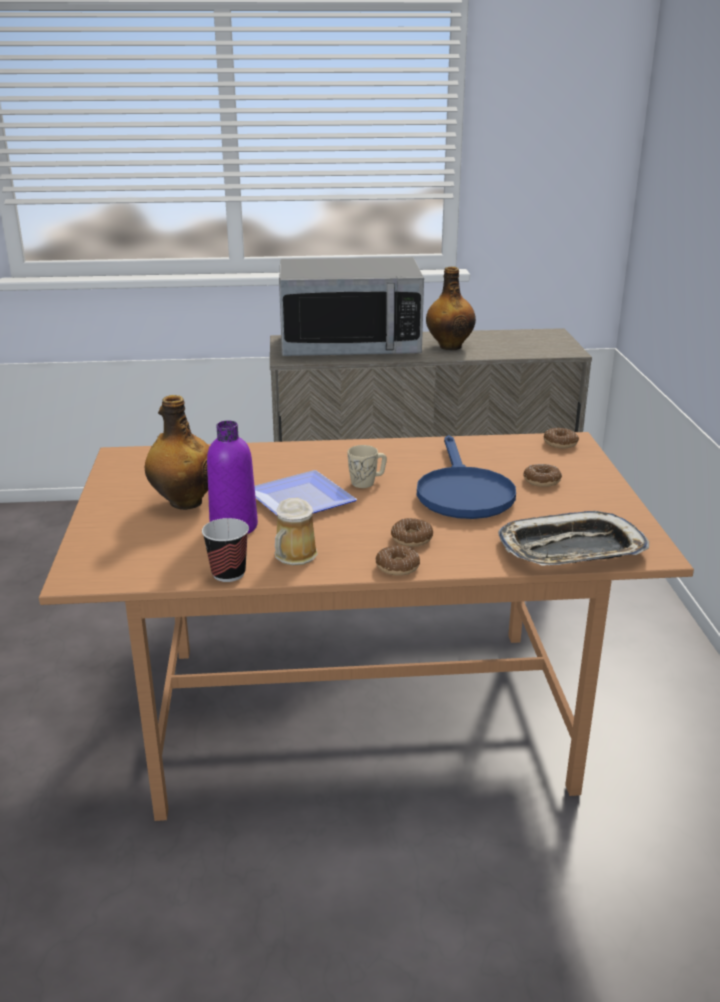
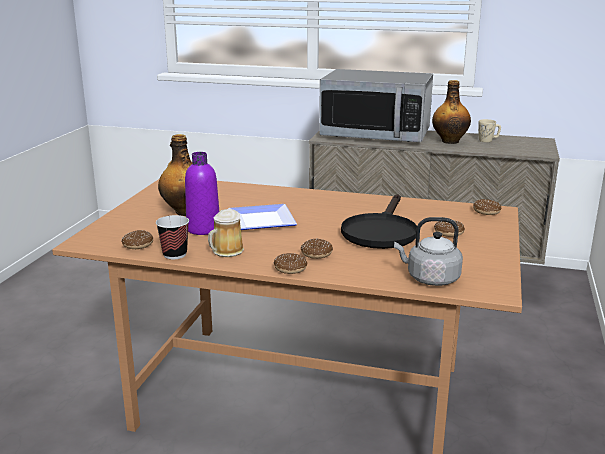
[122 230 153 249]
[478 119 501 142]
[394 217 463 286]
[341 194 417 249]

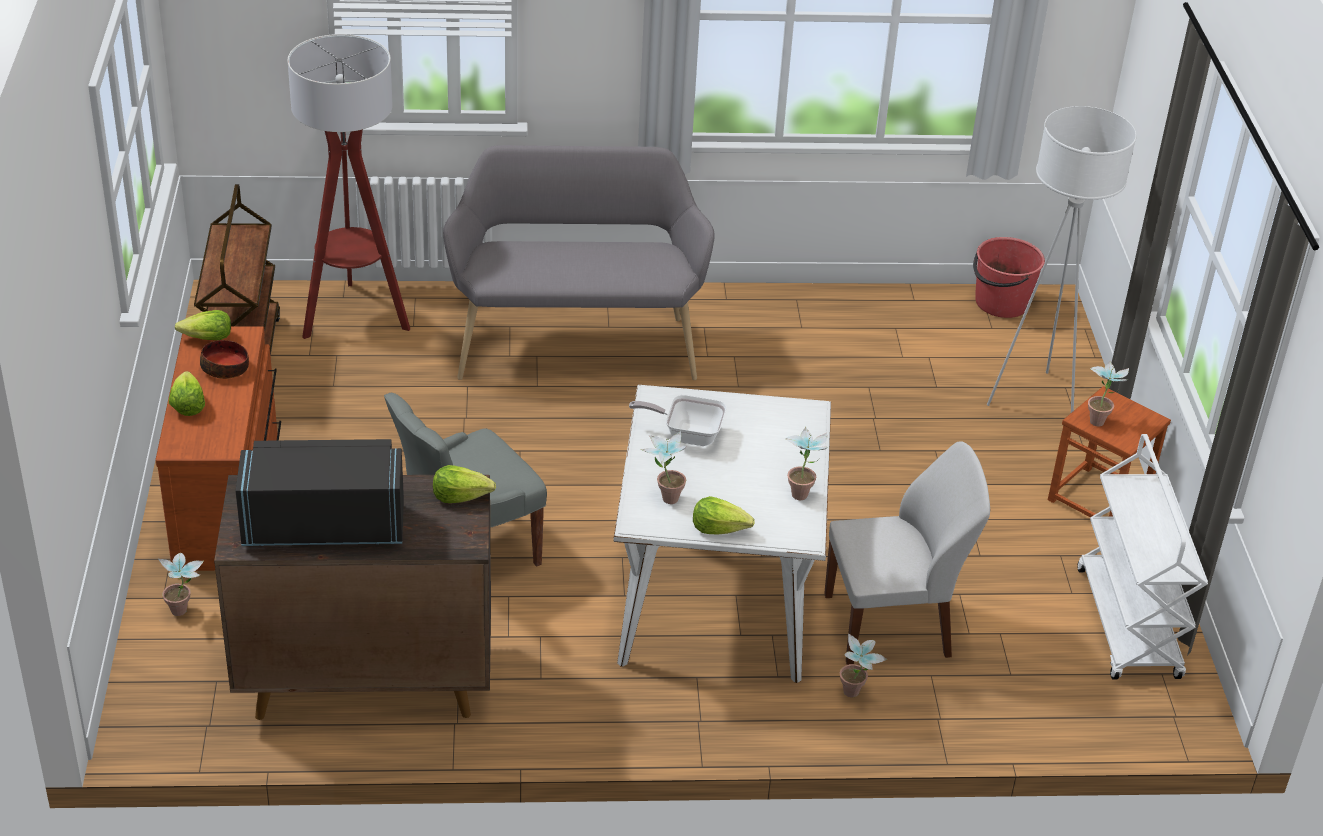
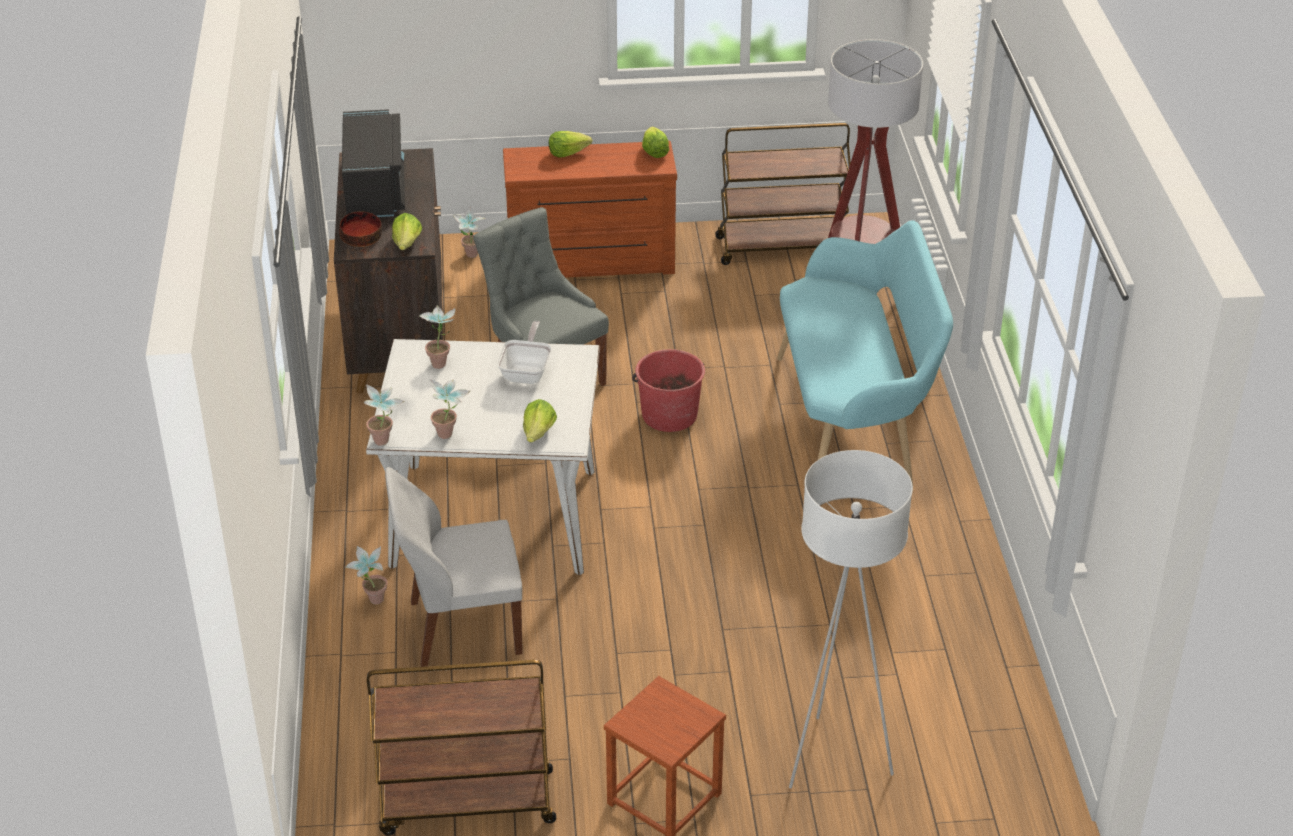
[339 211 382 247]
[523 399 557 442]
[632 349 705 432]
[364 384 404 446]
[777 220 953 485]
[367 660 556 835]
[385 467 522 667]

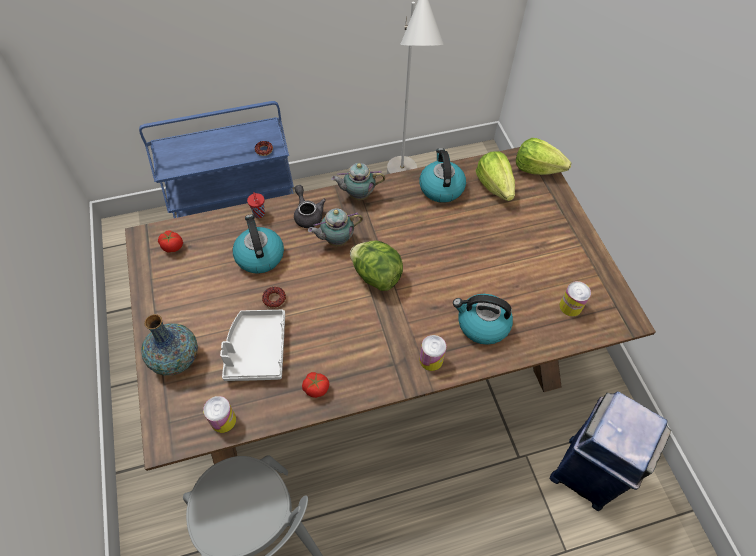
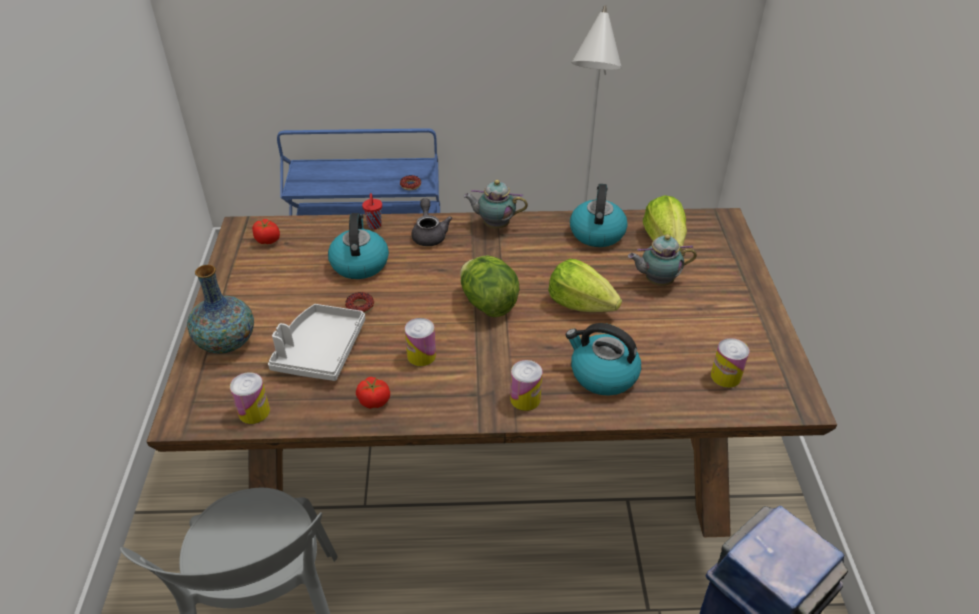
[405 318 436 366]
[628 234 697 286]
[548 259 622 312]

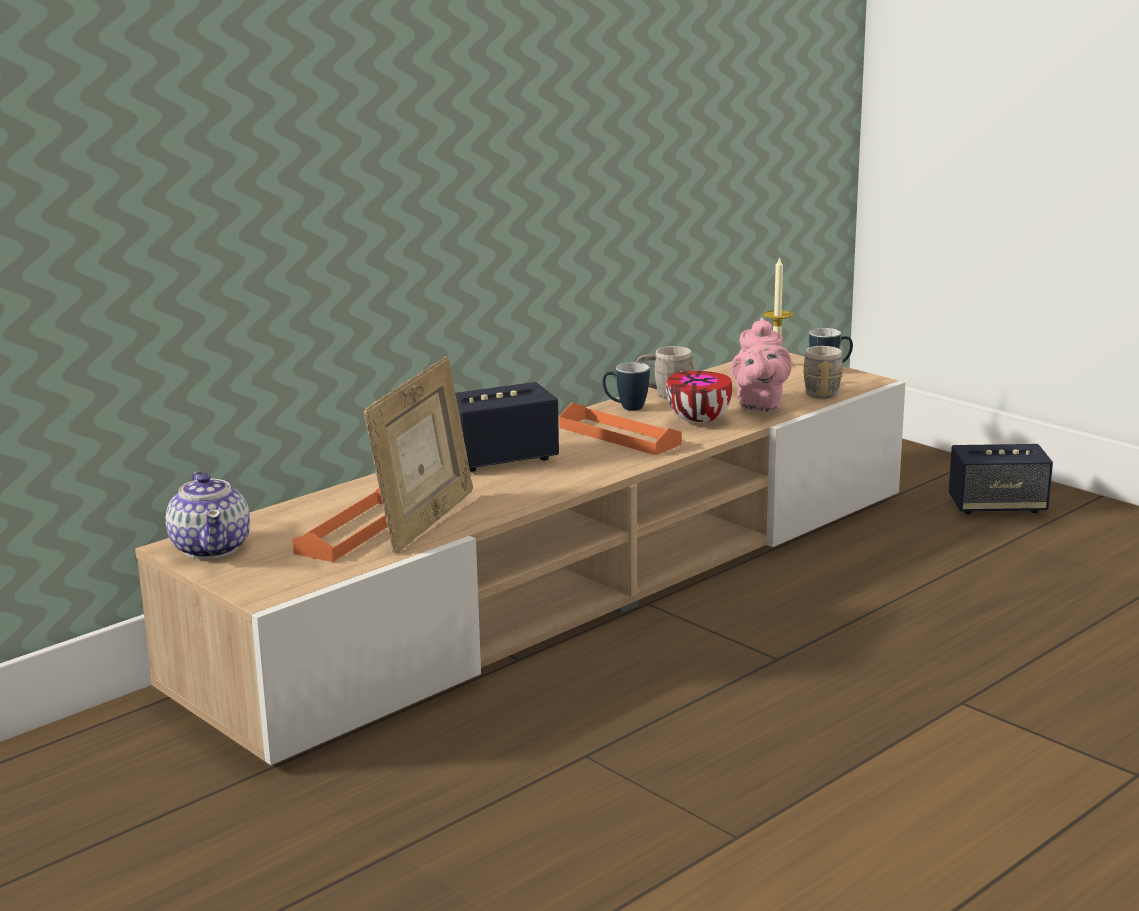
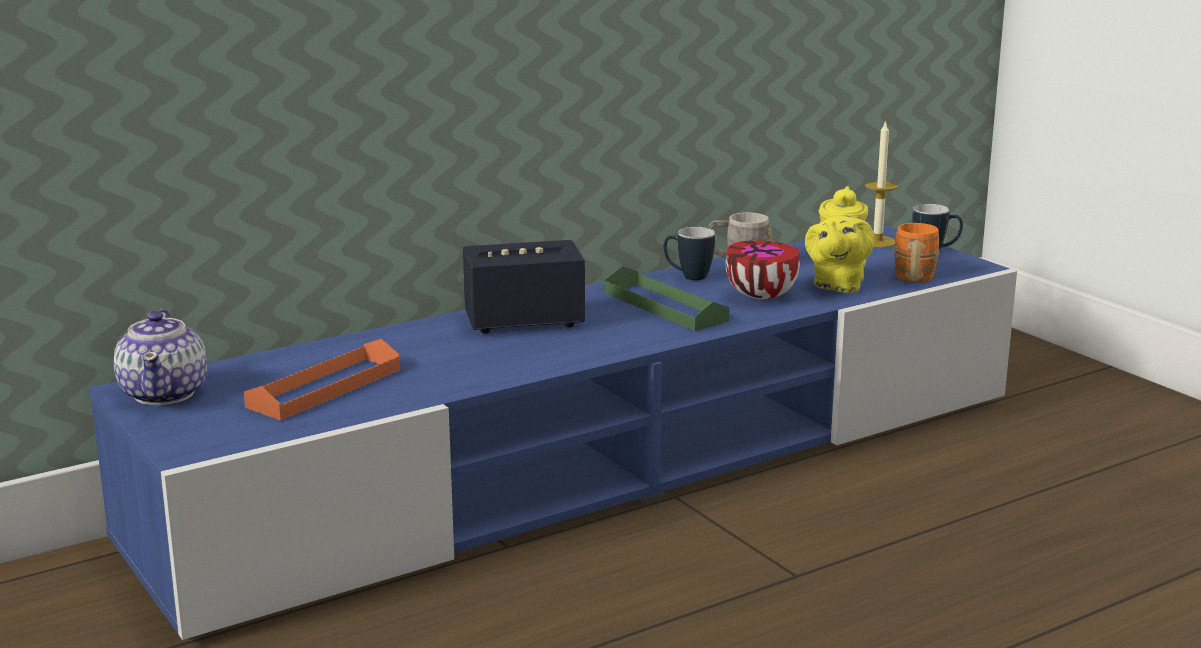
[364 356 473 553] (first image)
[949 444 1053 514] (first image)
[89 225 1017 640]
[605 266 730 331]
[805 186 874 293]
[893 223 939 283]

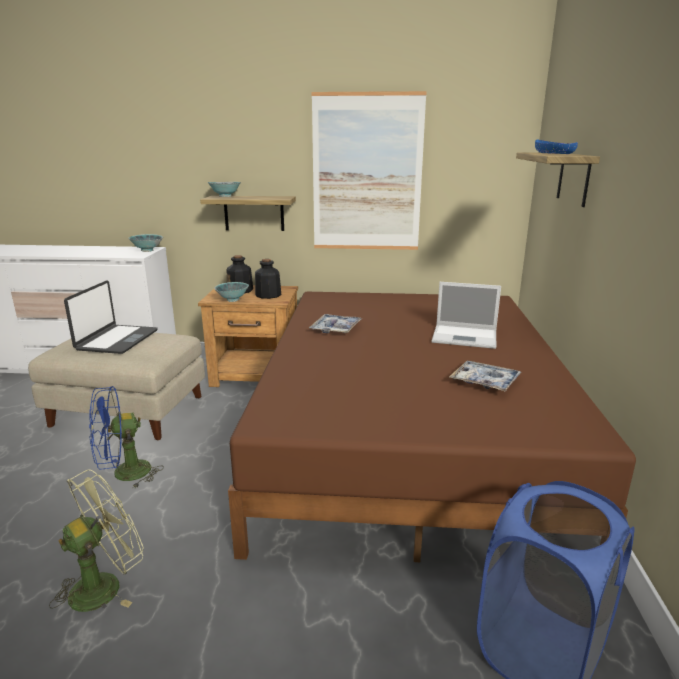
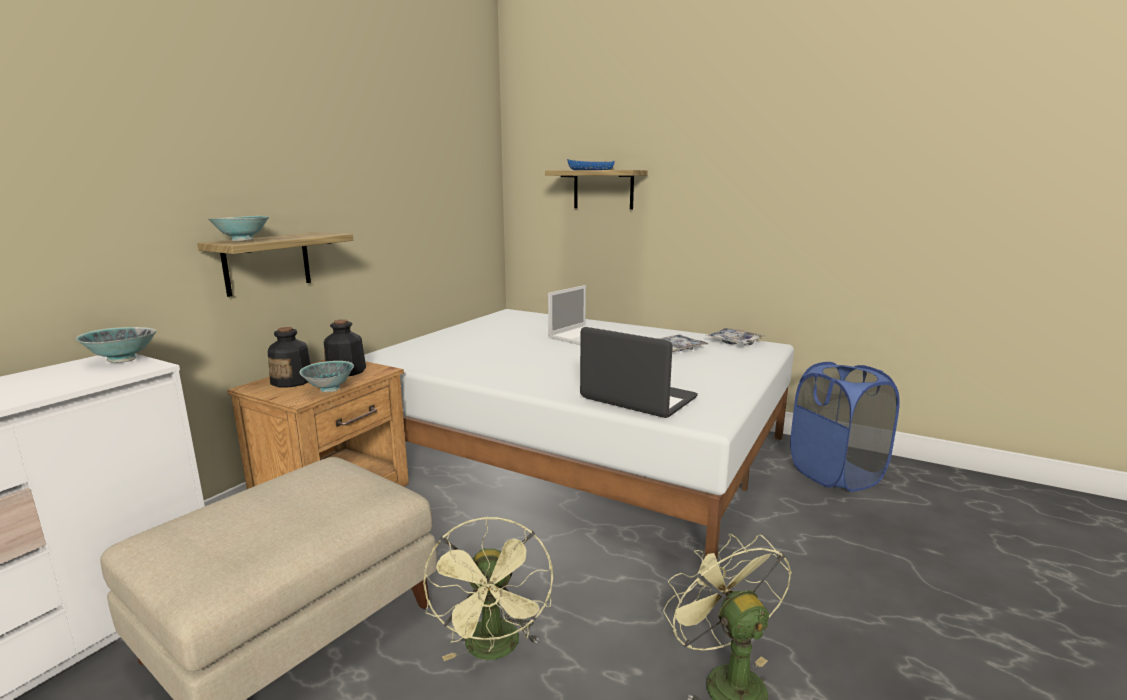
[312 91 427 250] (first image)
[580 327 698 418]
[706 328 765 345]
[423 516 553 661]
[364 309 794 559]

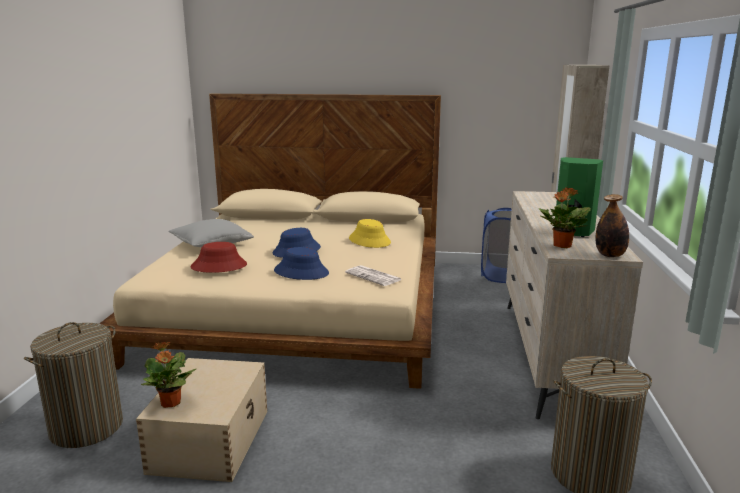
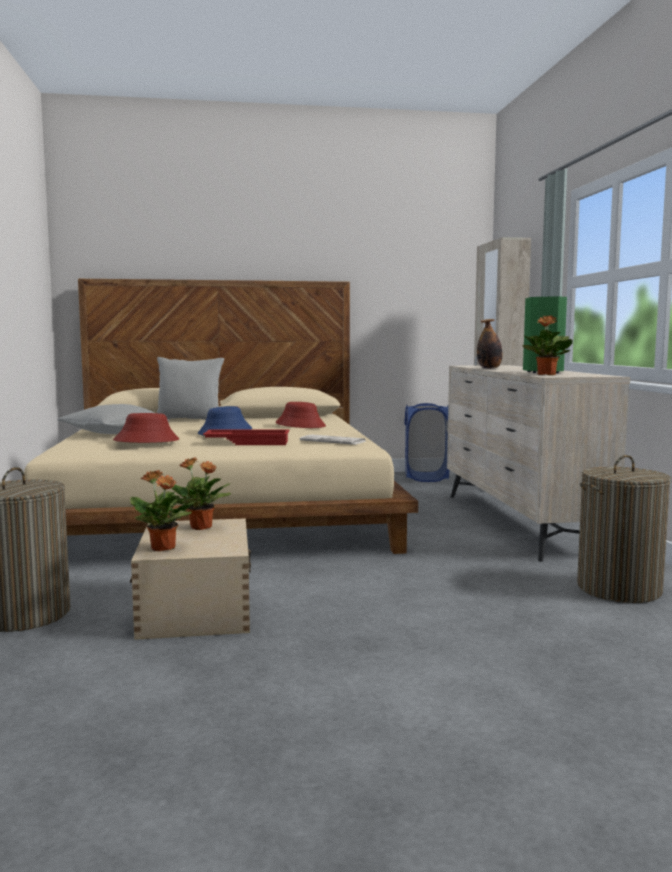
[157 357 224 420]
[172 457 231 530]
[477 319 502 369]
[203 430 289 445]
[276 402 326 428]

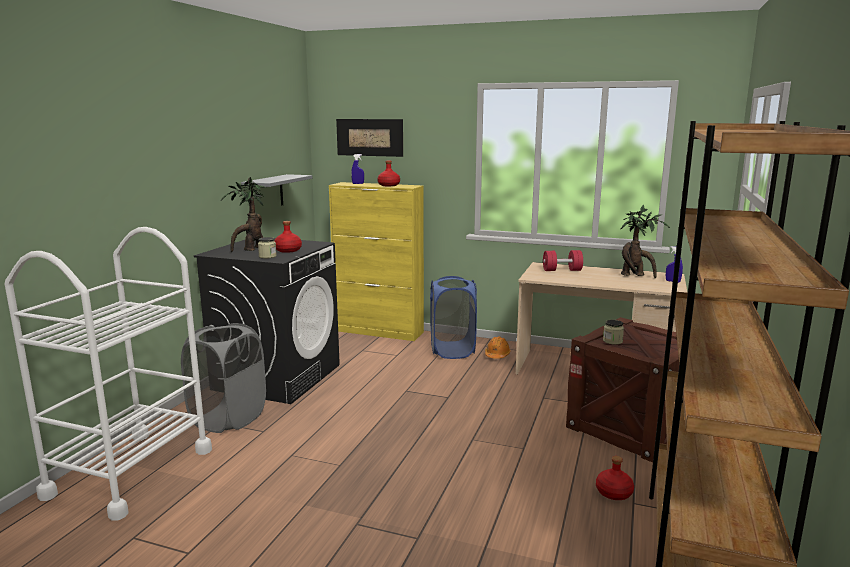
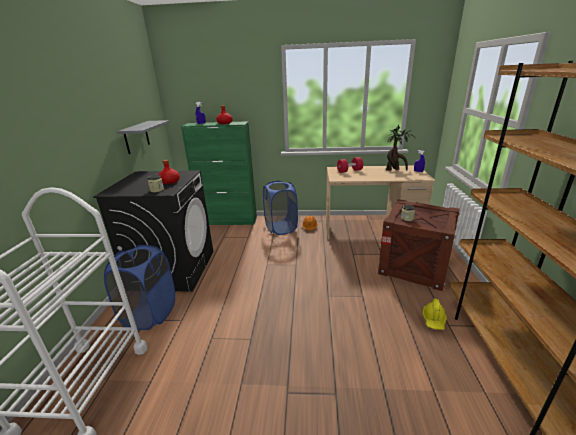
[221 177 266 252] (first image)
[336 119 403 157] (first image)
[422 298 447 330]
[104 245 175 330]
[181 121 257 225]

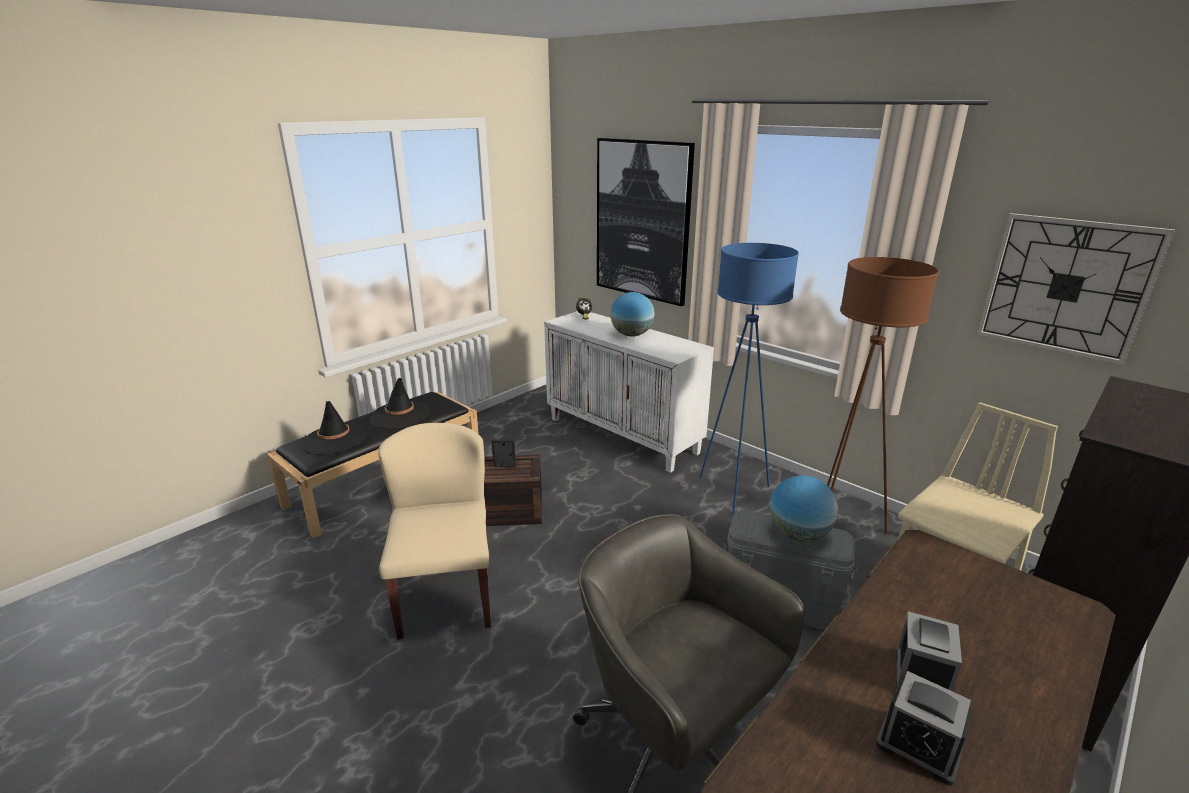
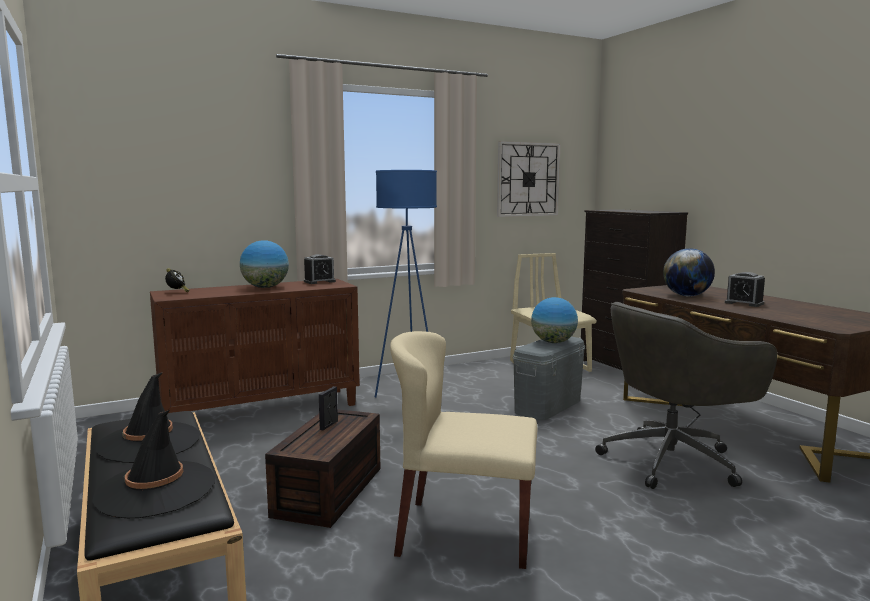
[597 138 695 306] (first image)
[827 257 939 534] (first image)
[663 248 715 296]
[304 254 336 284]
[150 279 360 413]

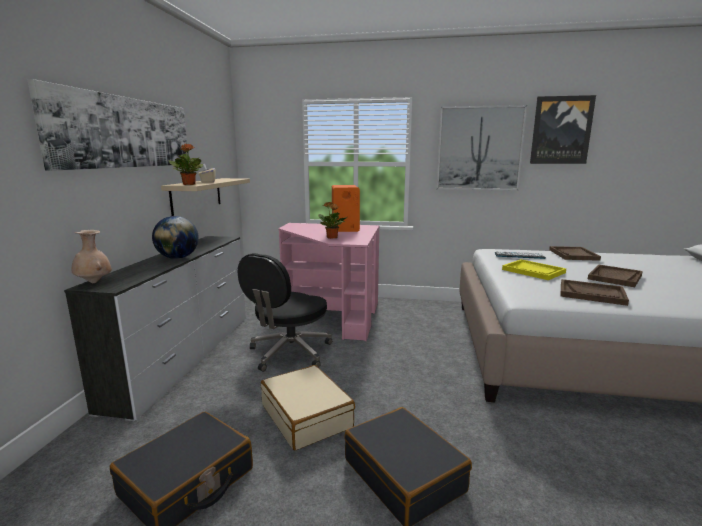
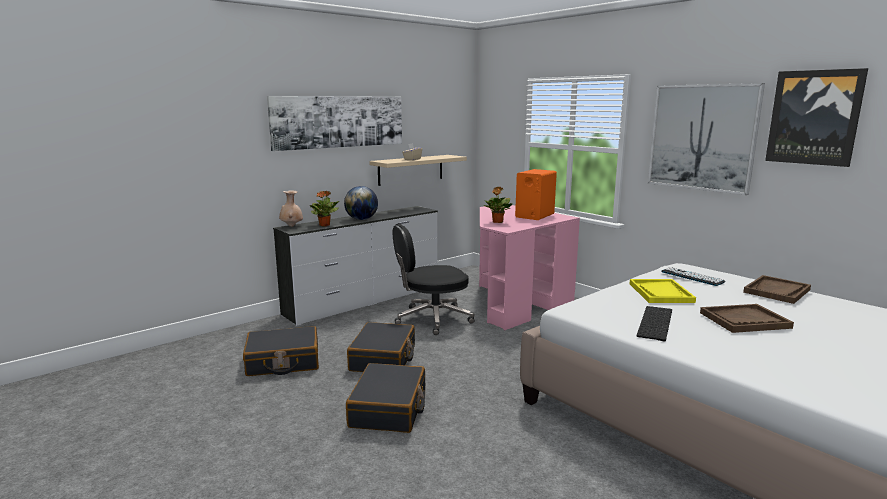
[309 191 339 227]
[636 306 672 341]
[347 322 415 372]

